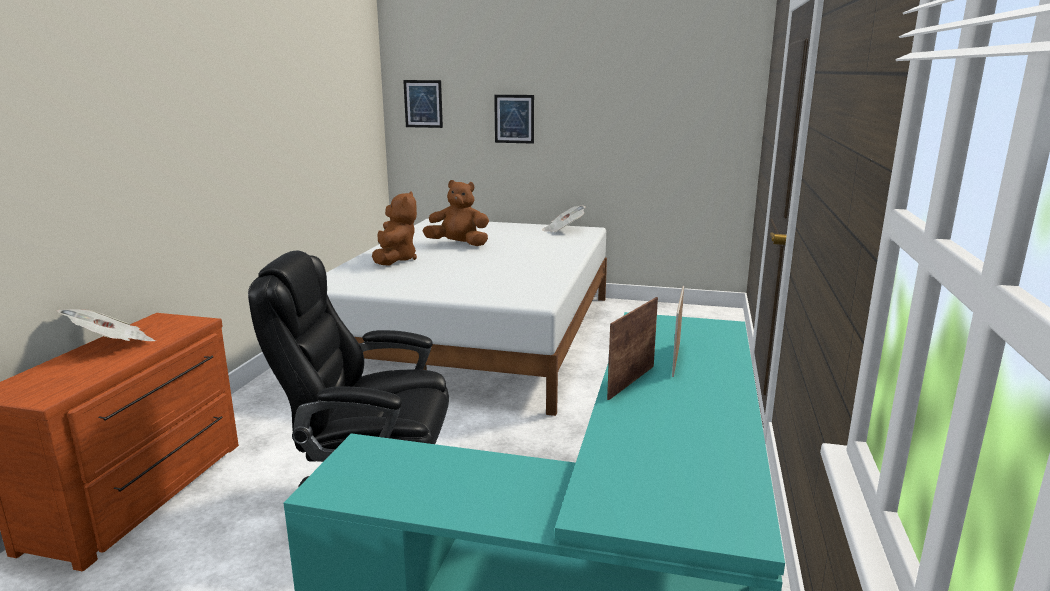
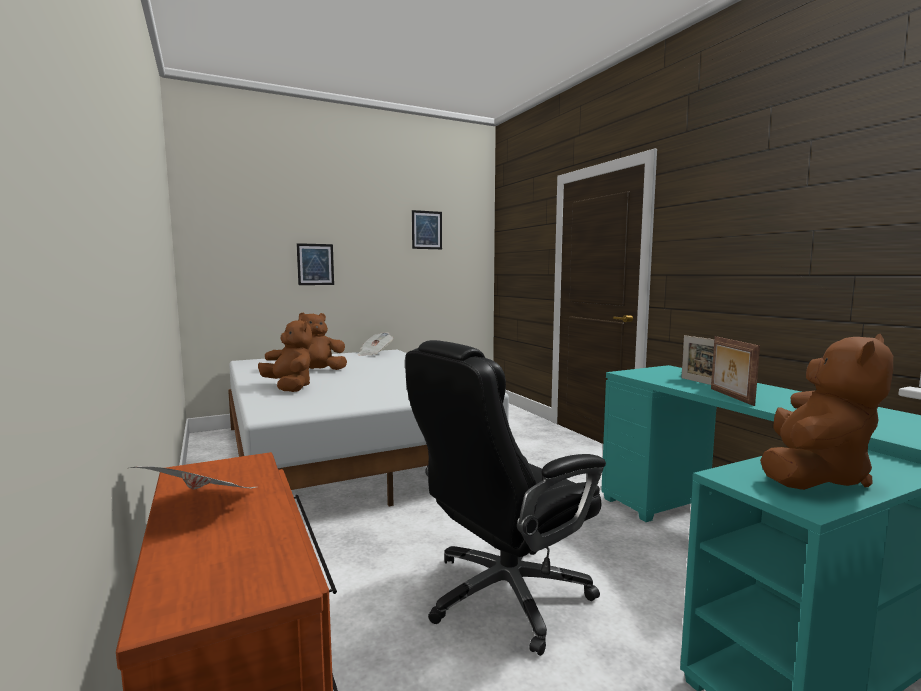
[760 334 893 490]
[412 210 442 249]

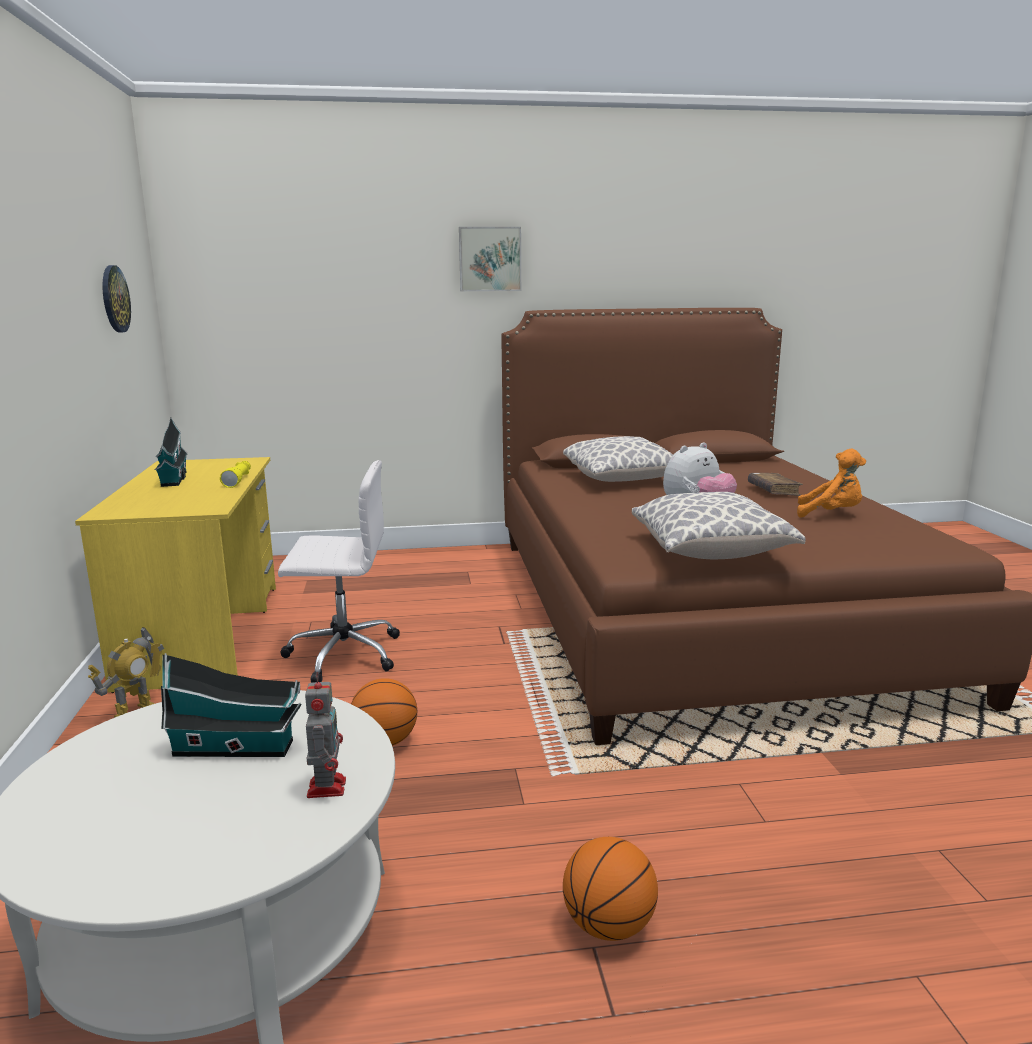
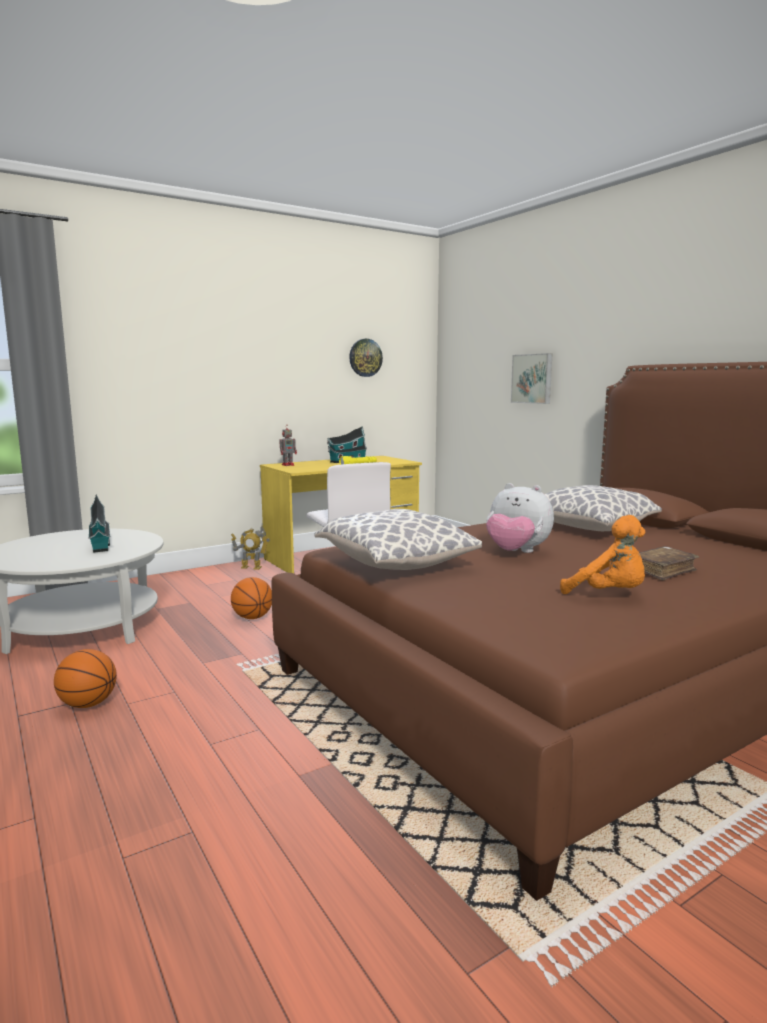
[279 427 297 466]
[511 353 553 404]
[560 515 645 594]

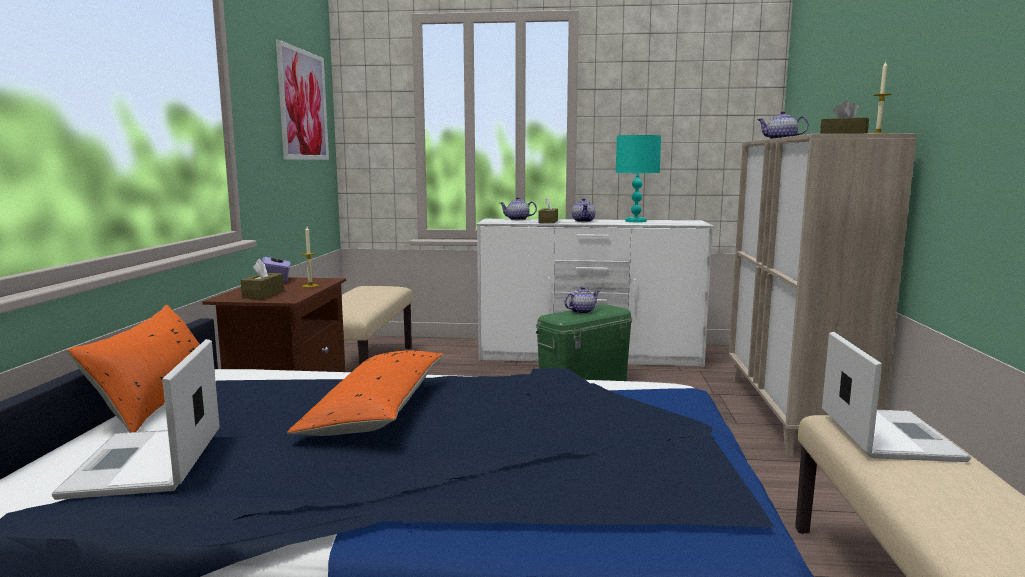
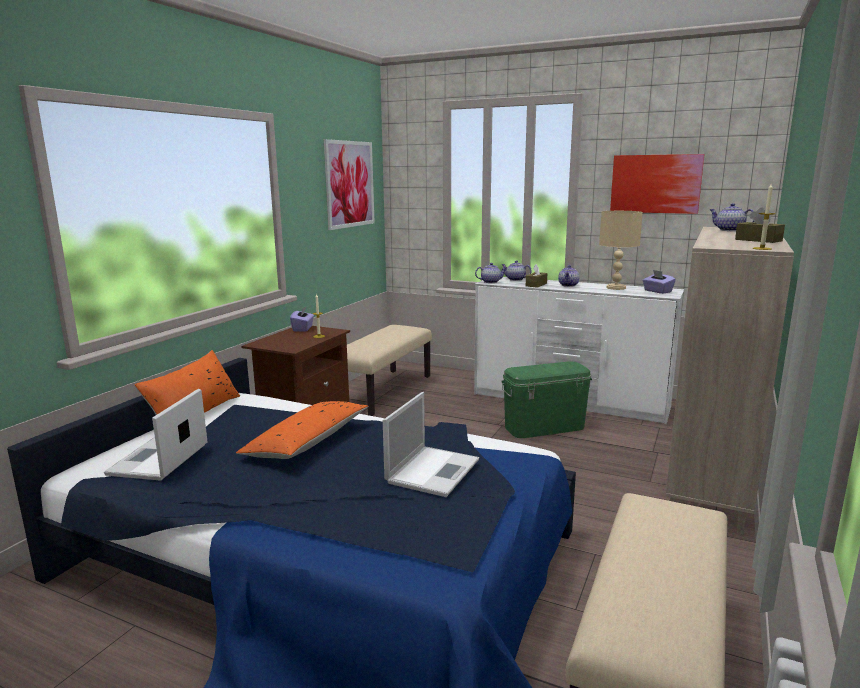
[241 259 284 299] (first image)
[610 154 705 214]
[642 270 676 294]
[475 263 507 283]
[383 392 479 497]
[599 211 643 290]

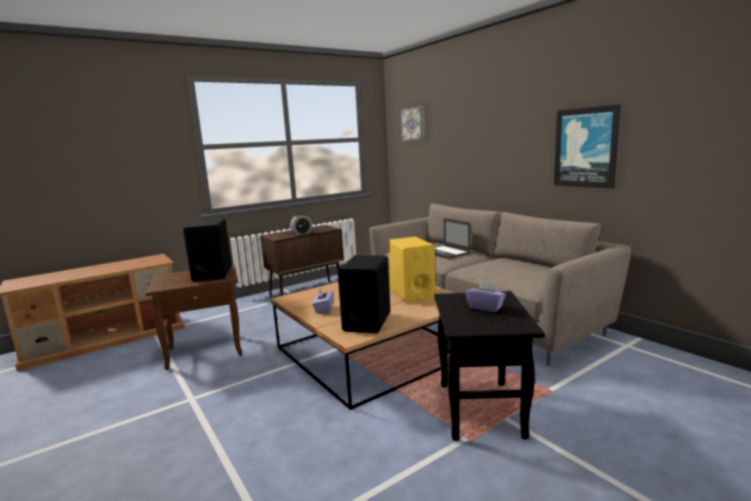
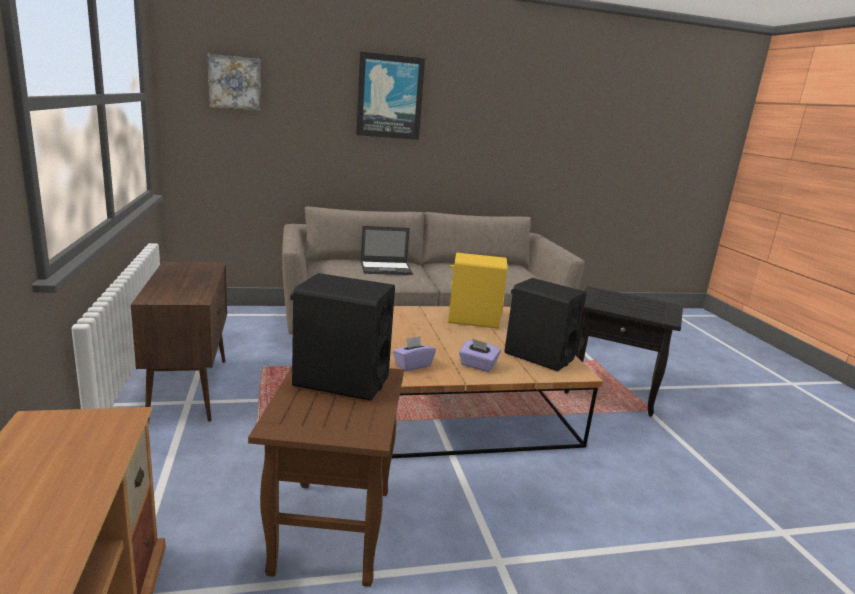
[290 214 312 235] (first image)
[393 336 436 371]
[356 51 425 140]

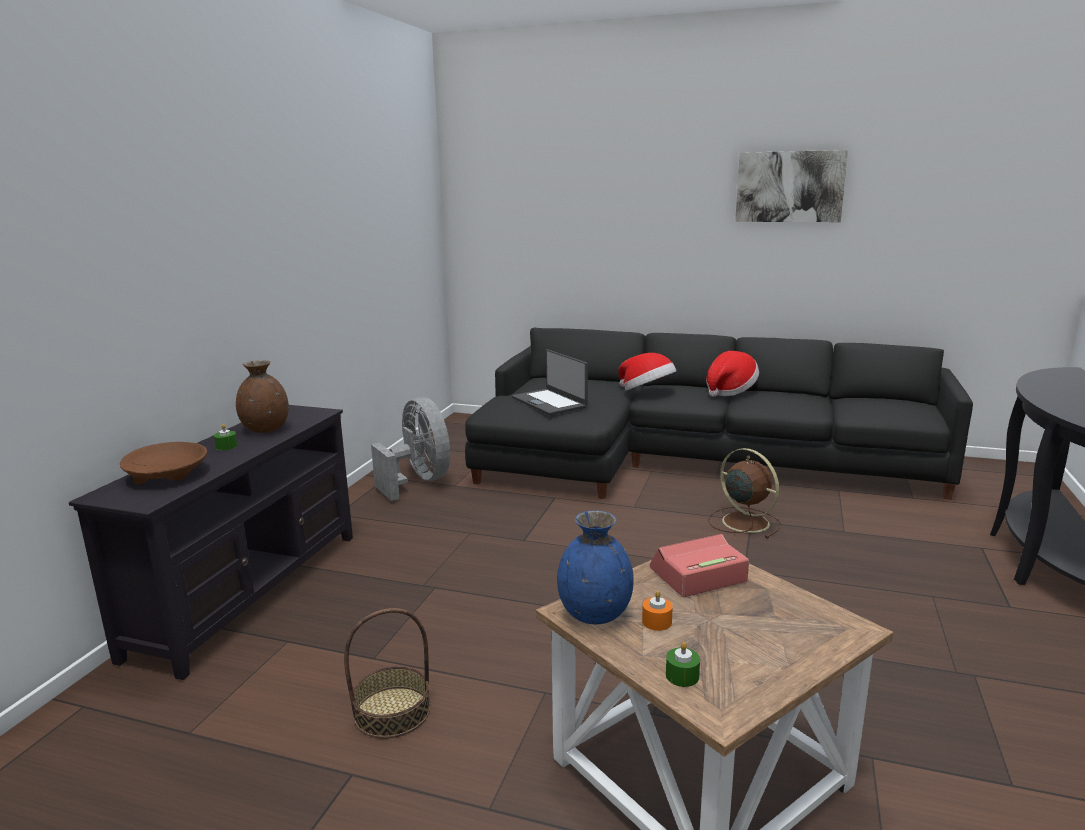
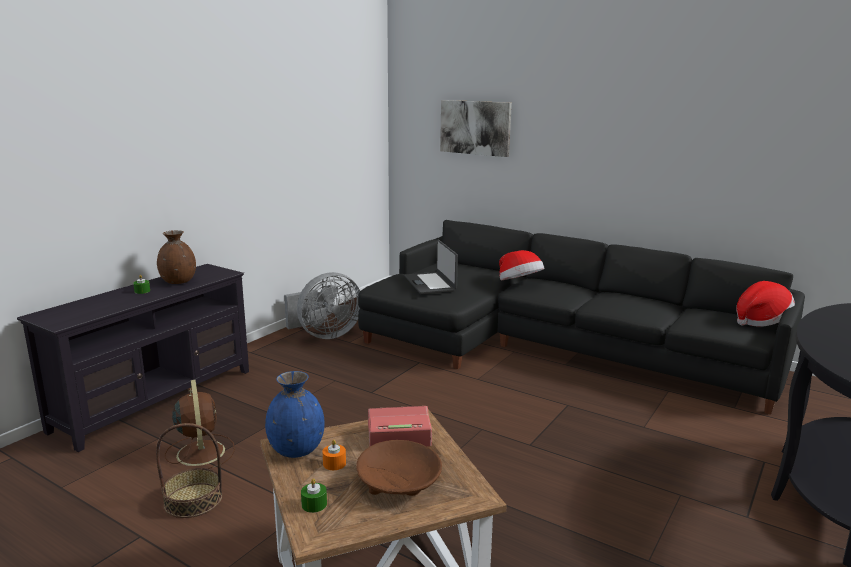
[356 440 442 496]
[736 281 795 327]
[165 380 235 469]
[440 100 512 157]
[284 272 360 339]

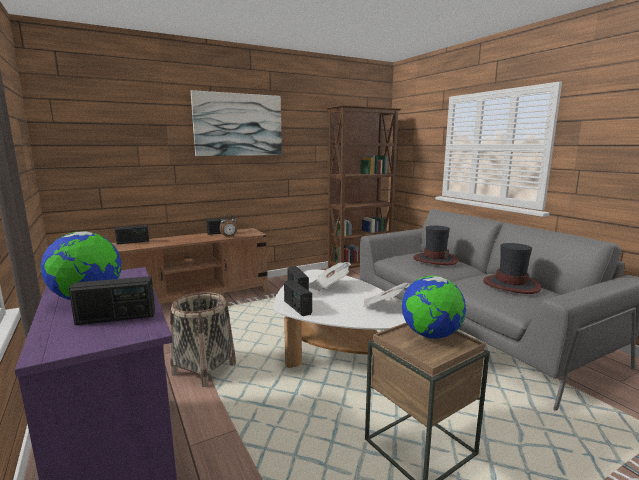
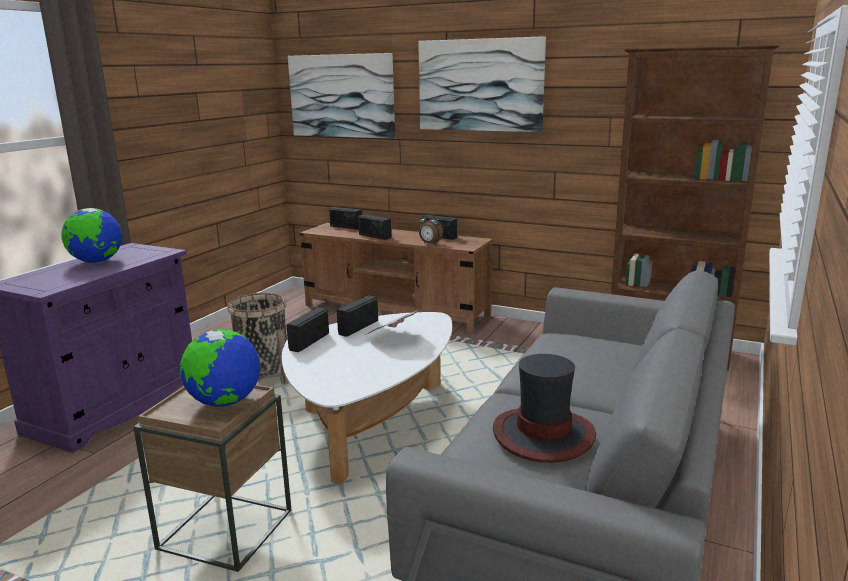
[363 282 410 307] (first image)
[413 225 458 265] (first image)
[288 53 395 139]
[358 214 391 240]

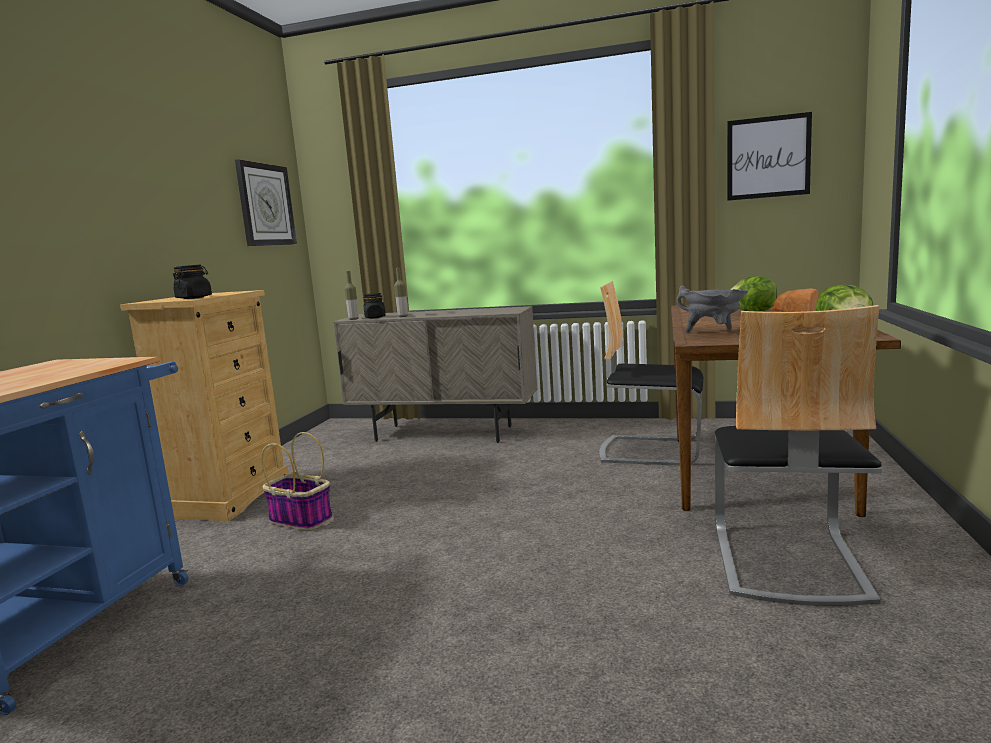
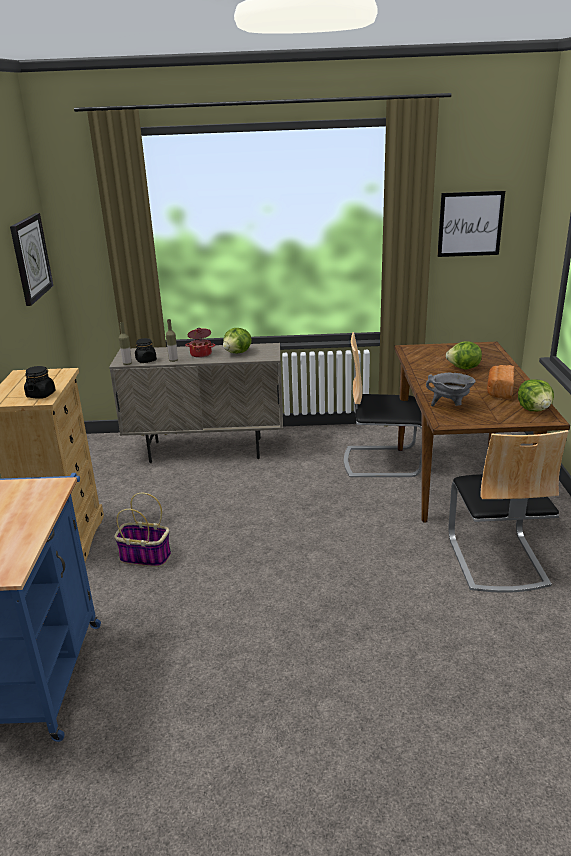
[185 328 215 358]
[223 328 252 353]

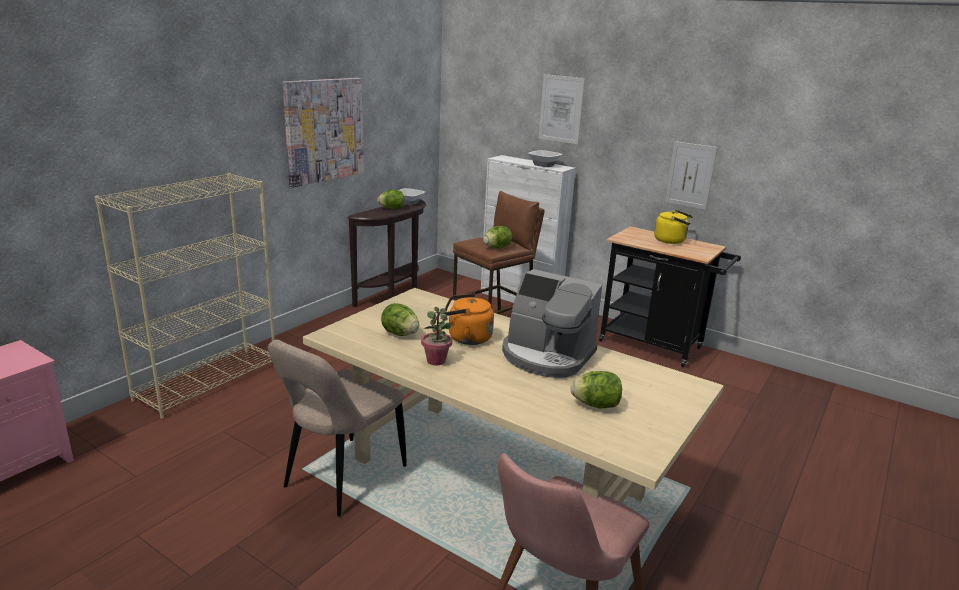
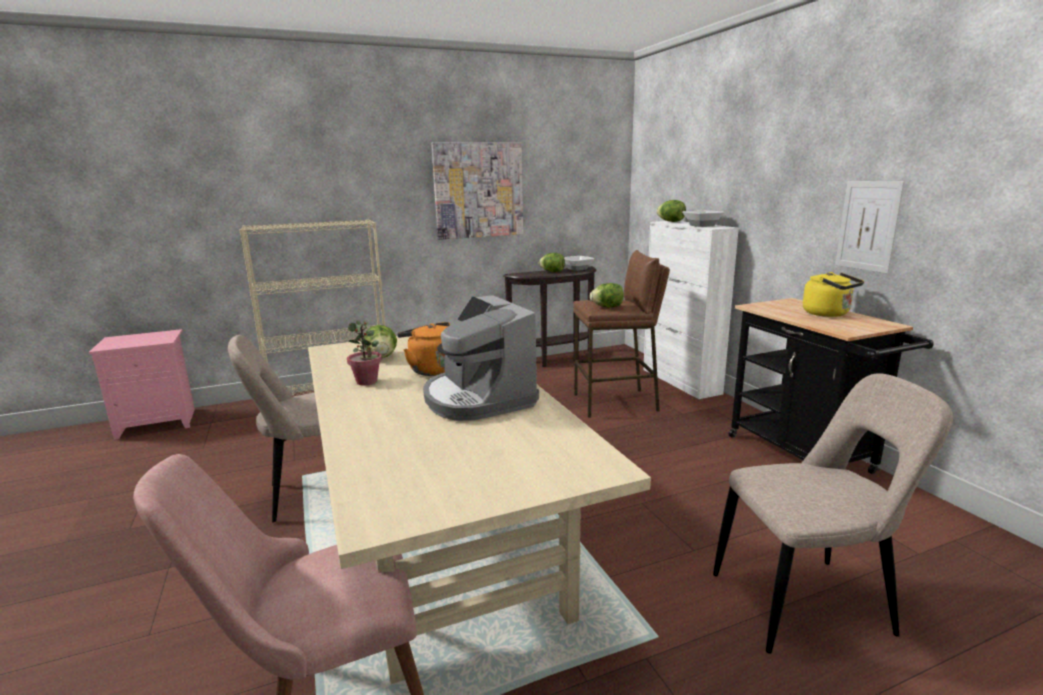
[539 74 585 144] (first image)
[713 373 953 654]
[656 200 686 222]

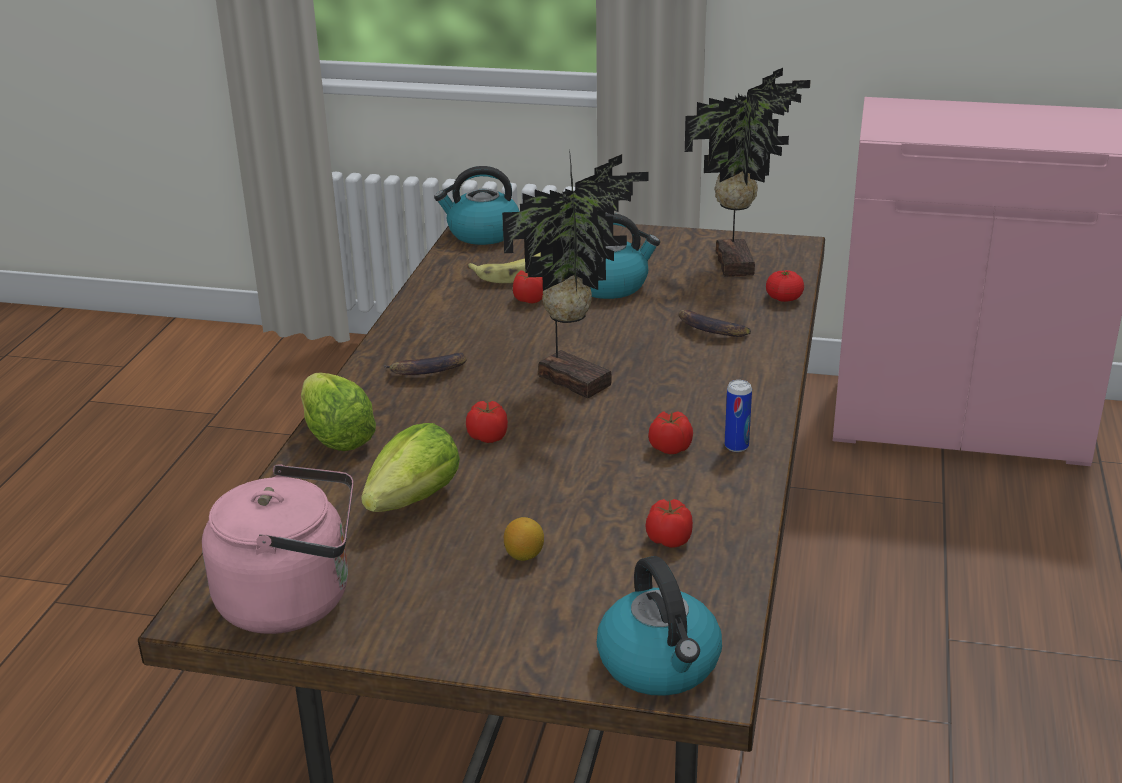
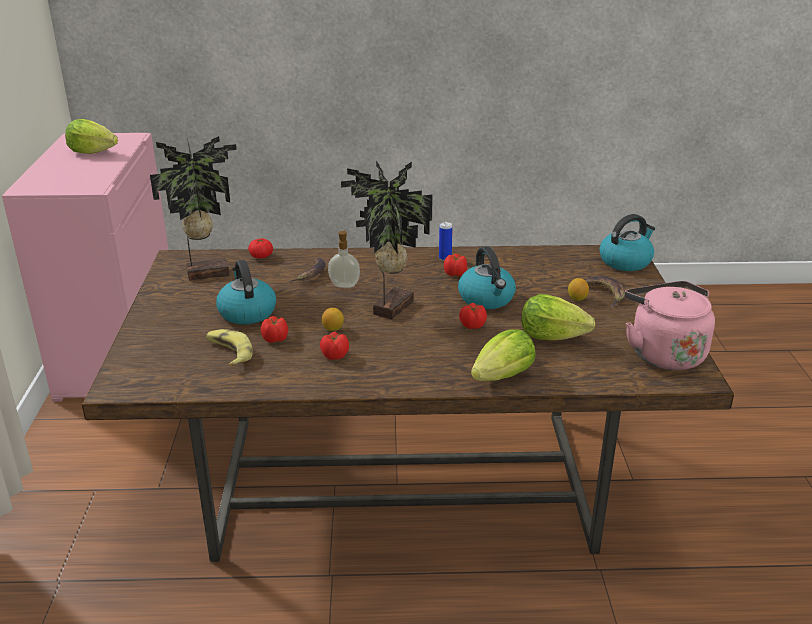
[65 119 118 154]
[322 308 344 331]
[328 230 360 288]
[585 276 625 308]
[458 247 516 309]
[320 332 349 360]

